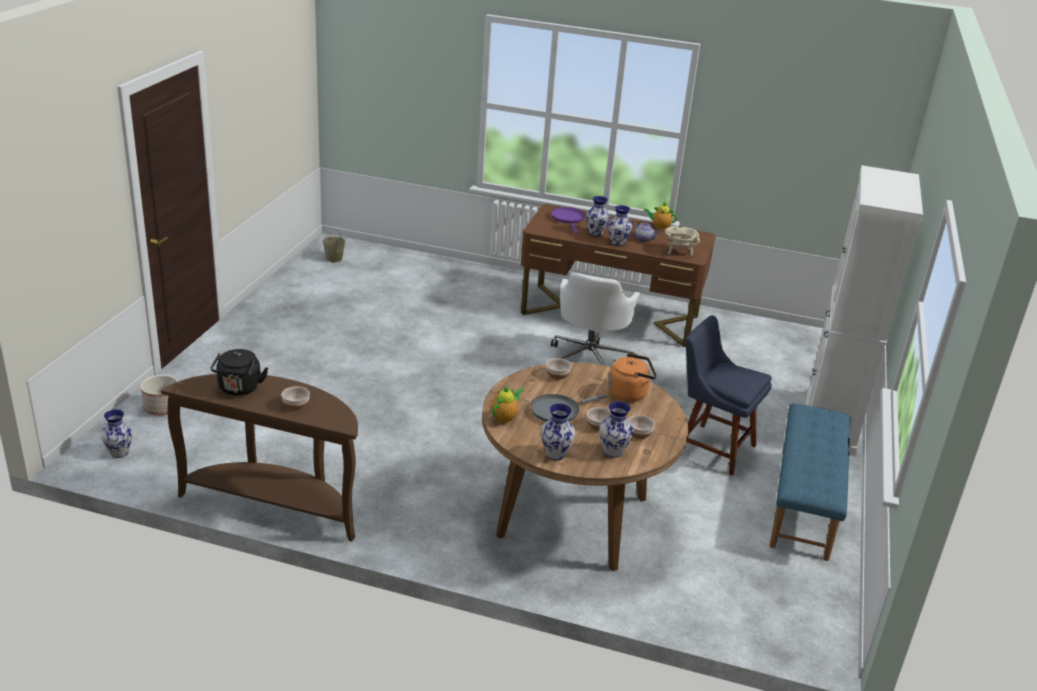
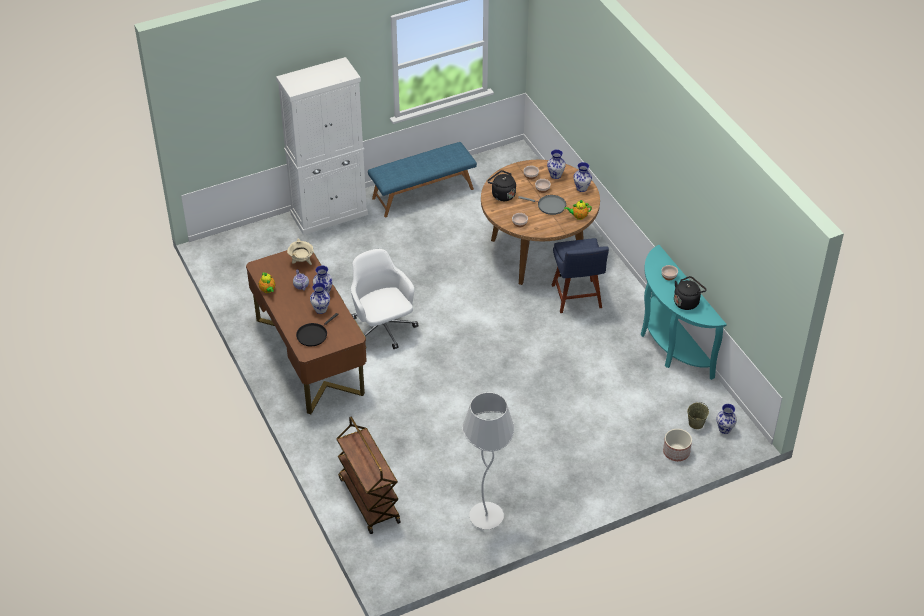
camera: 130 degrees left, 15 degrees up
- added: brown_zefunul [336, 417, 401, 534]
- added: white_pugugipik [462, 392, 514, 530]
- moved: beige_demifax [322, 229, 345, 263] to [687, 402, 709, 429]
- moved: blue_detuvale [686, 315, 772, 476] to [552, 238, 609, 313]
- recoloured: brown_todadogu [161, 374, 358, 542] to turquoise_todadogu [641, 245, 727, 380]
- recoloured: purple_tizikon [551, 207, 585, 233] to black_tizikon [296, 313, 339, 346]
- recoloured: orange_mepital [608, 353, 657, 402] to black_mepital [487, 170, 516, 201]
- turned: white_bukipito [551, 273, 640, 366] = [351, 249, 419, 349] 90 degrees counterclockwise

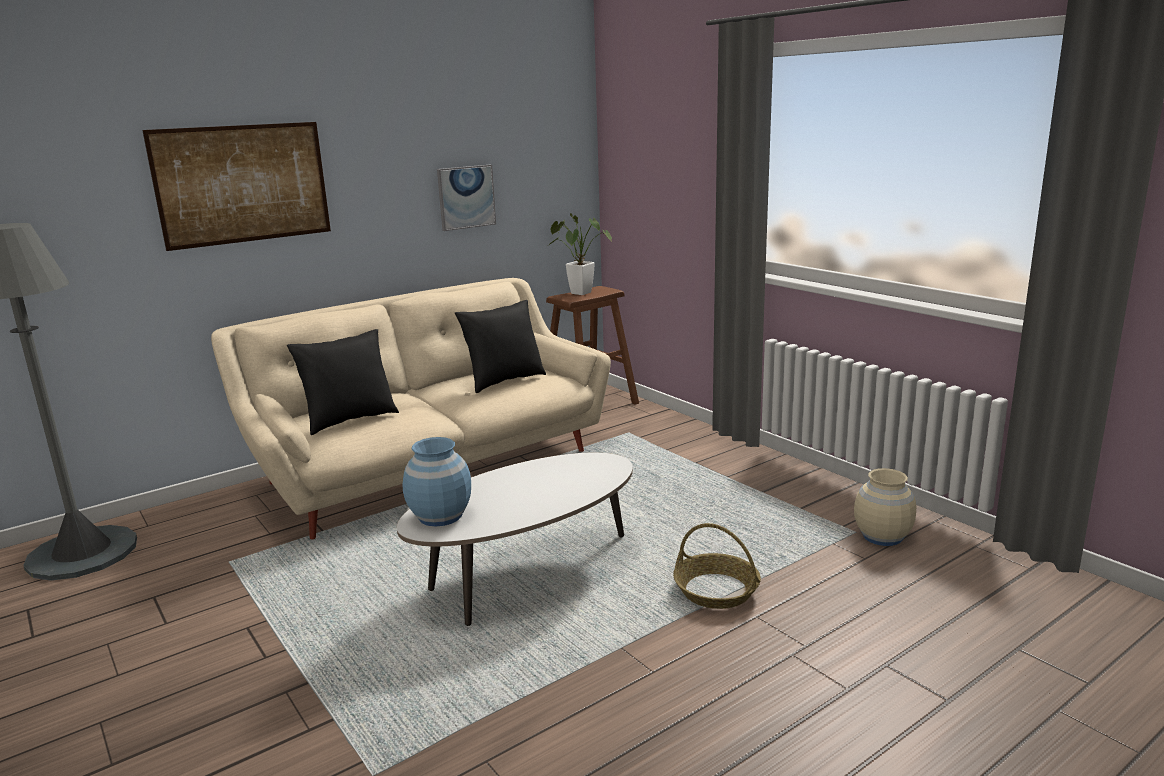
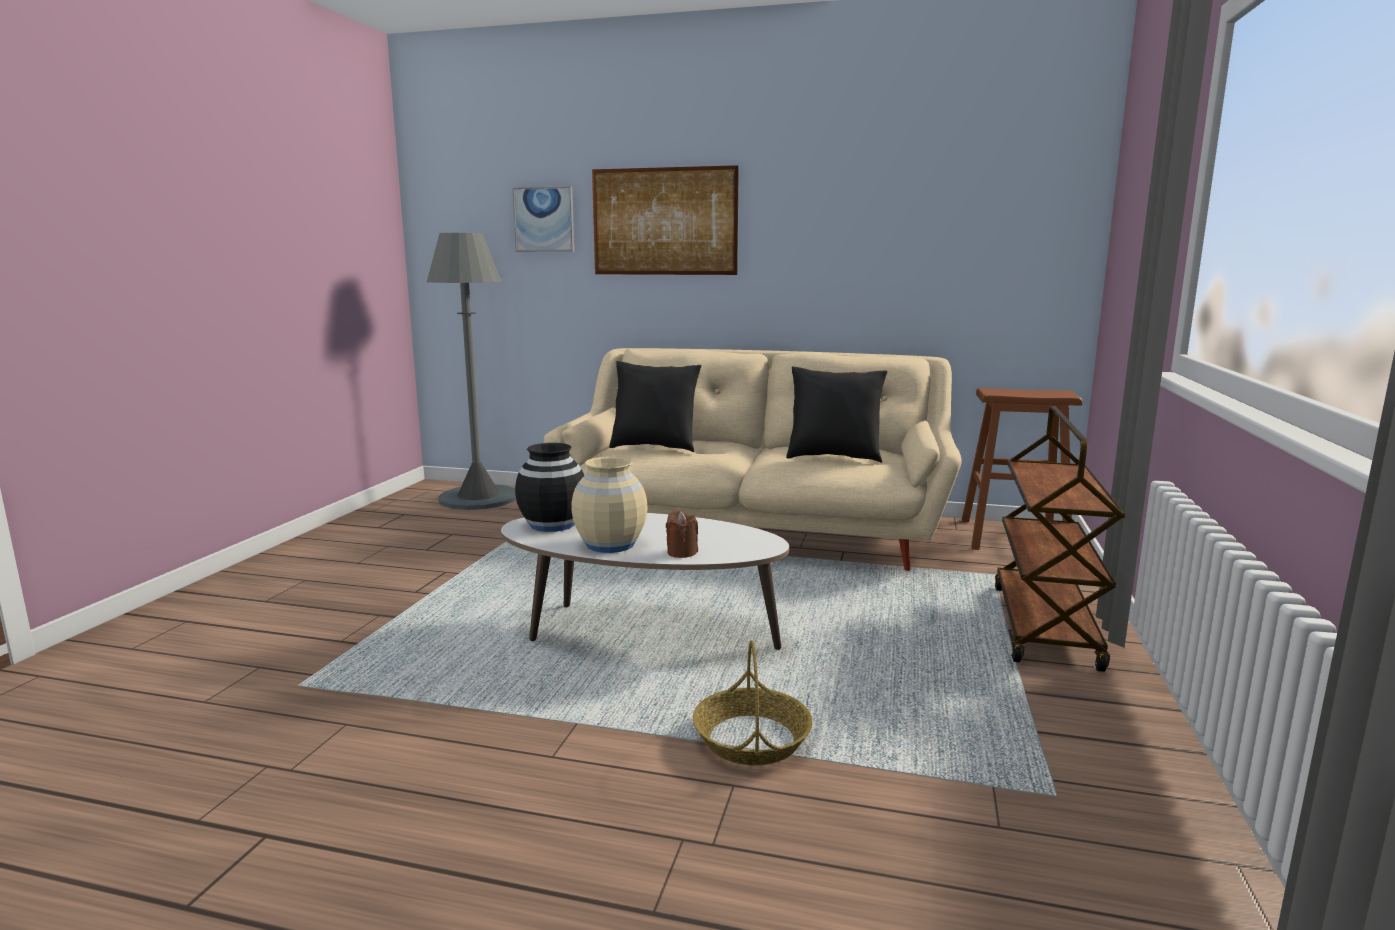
camera: 50 degrees right, 5 degrees down
- removed: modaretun [549, 213, 612, 295]
- added: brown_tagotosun [666, 511, 698, 558]
- added: brown_zefunul [995, 406, 1125, 672]
- moved: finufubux [437, 165, 496, 231] to [513, 186, 574, 252]
- moved: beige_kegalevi [854, 468, 916, 546] to [572, 456, 648, 553]
- recoloured: blue_kegalevi [402, 437, 471, 527] to black_kegalevi [515, 443, 584, 532]

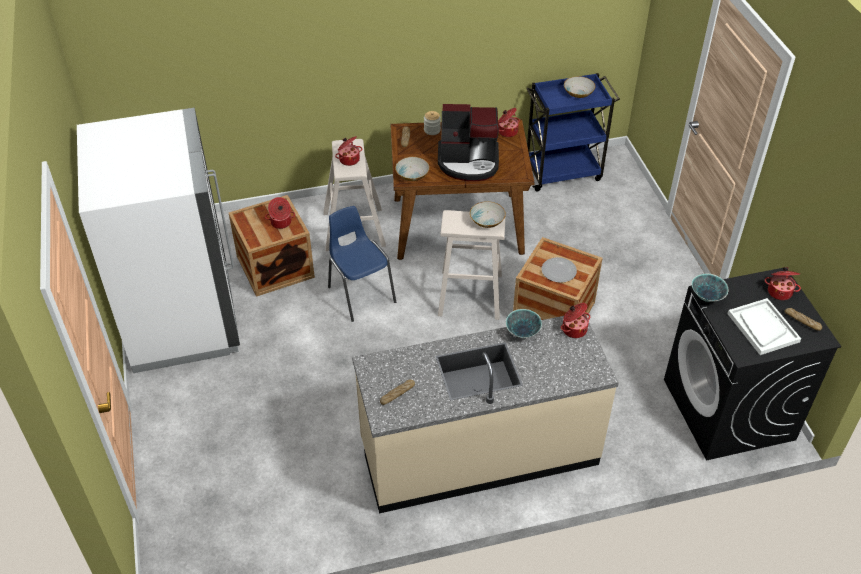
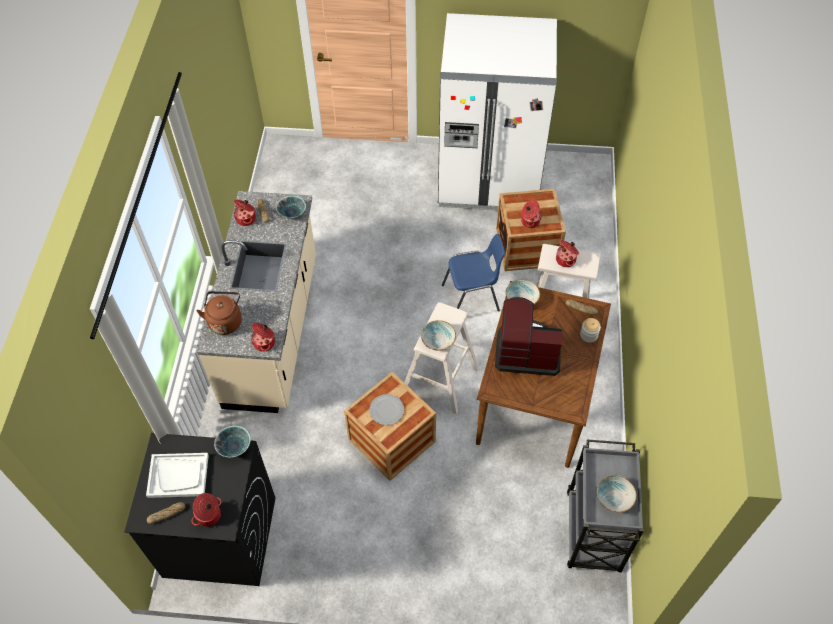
camera: 110 degrees right, 10 degrees up
- added: brown_mepital [196, 291, 242, 335]
- moved: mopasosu [498, 108, 520, 137] to [234, 200, 256, 226]
- moved: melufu [506, 309, 542, 338] to [276, 196, 306, 219]
- recoloured: blue_zefunul [526, 73, 620, 191] to grey_zefunul [567, 439, 644, 573]
- turned: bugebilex [438, 104, 499, 181] = [495, 297, 563, 376] 75 degrees clockwise

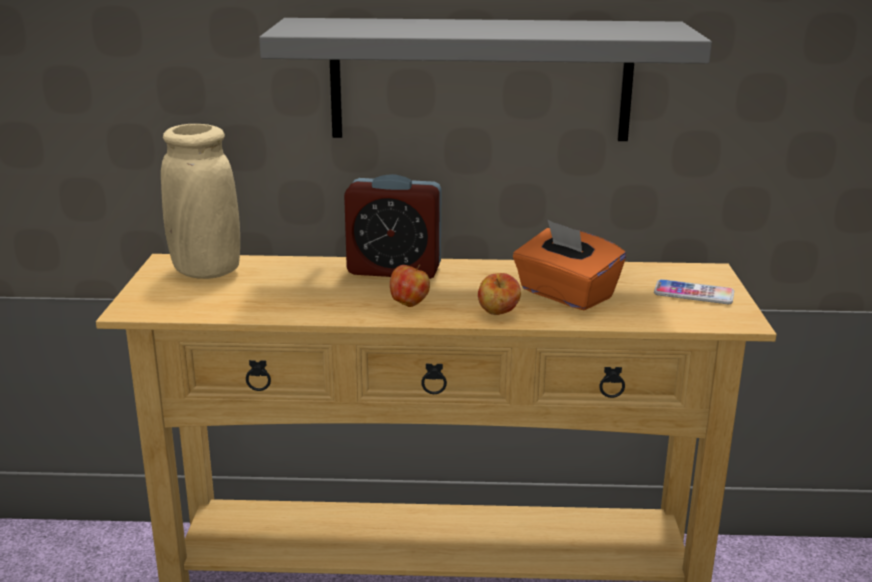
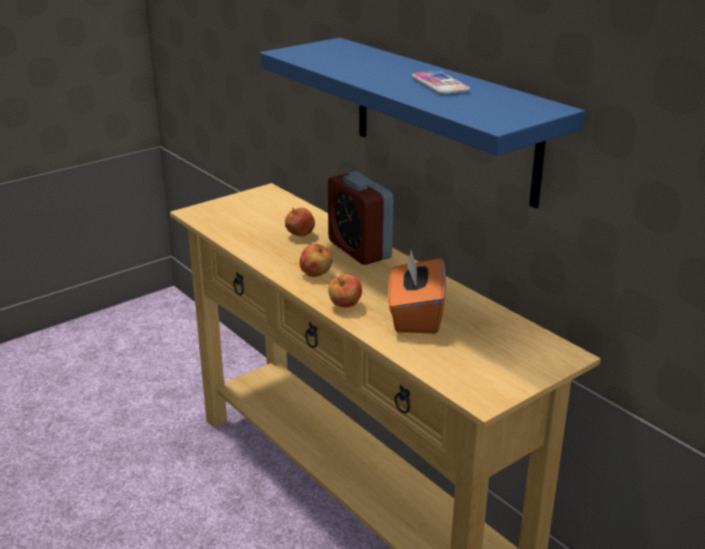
camera: 50 degrees right, 5 degrees up
- removed: beige_kegalevi [161, 124, 240, 279]
- added: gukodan [285, 208, 315, 236]
- moved: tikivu [654, 279, 734, 304] to [412, 71, 470, 95]
- recoloured: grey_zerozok [259, 18, 712, 141] to blue_zerozok [260, 38, 585, 208]

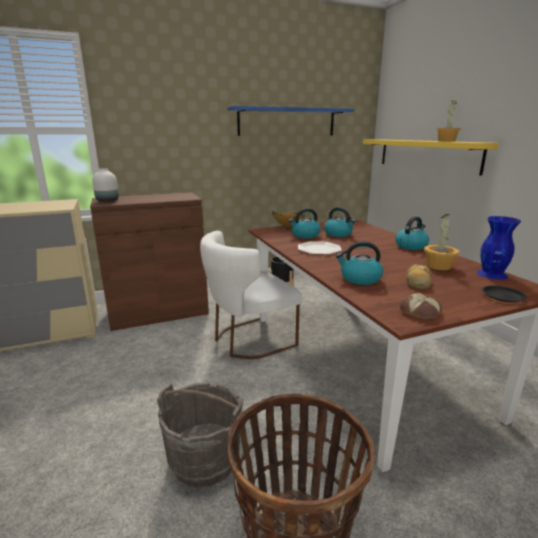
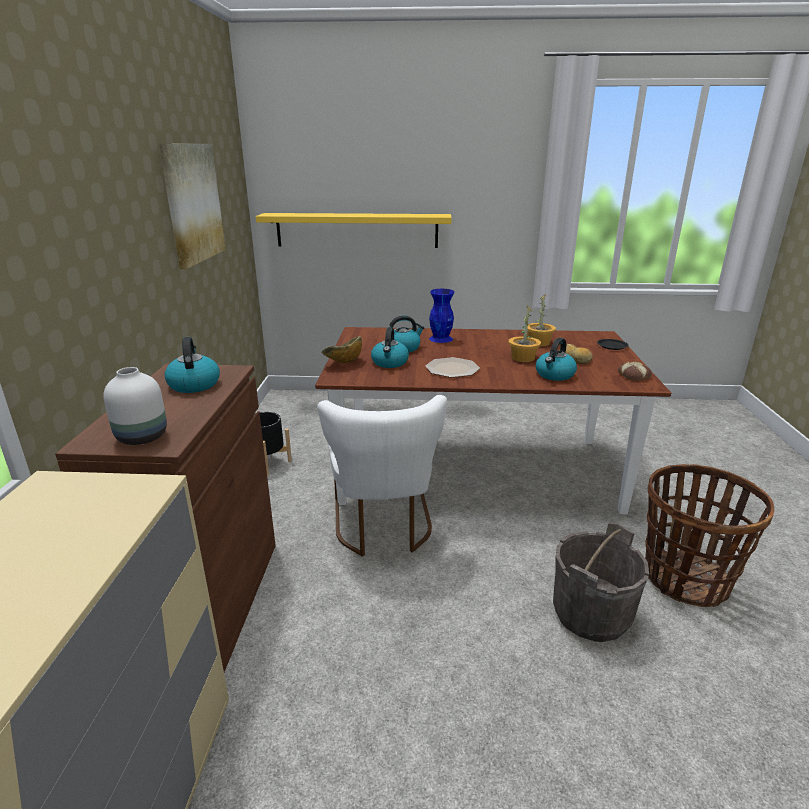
camera: 65 degrees left, 5 degrees up
- moved: mepital [395, 216, 429, 250] to [164, 337, 220, 393]
- moved: modaretun [436, 101, 461, 142] to [508, 305, 541, 362]
- moved: blue_kegalevi [476, 216, 521, 280] to [429, 289, 455, 343]
- replaced: blue_zerozok [227, 106, 354, 136] to finufubux [159, 144, 226, 269]

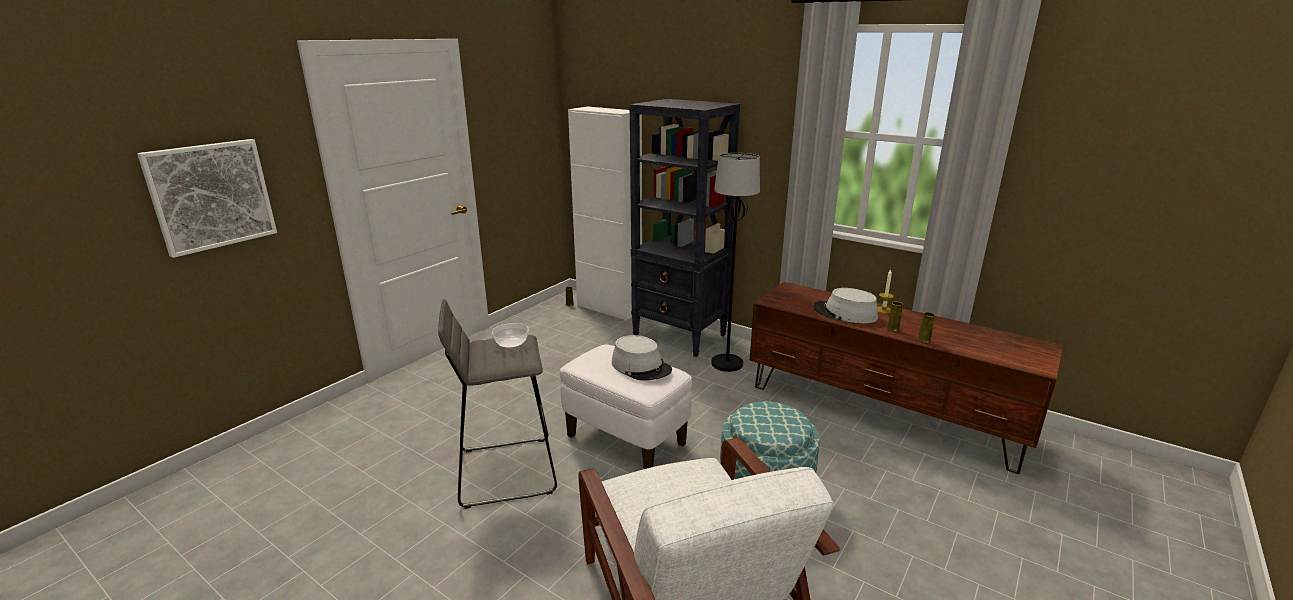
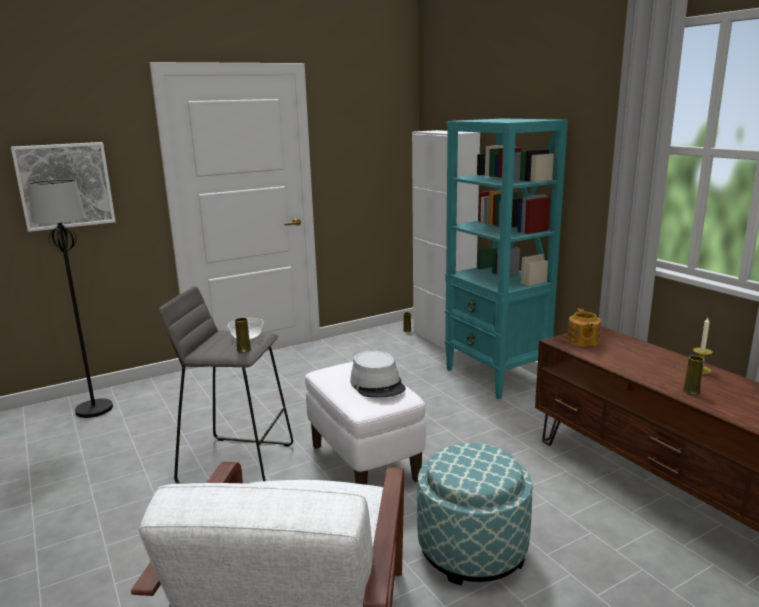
camera: 25 degrees right, 5 degrees down
- removed: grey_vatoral [813, 288, 878, 323]
- added: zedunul [567, 308, 601, 347]
- moved: black_pugugipik [711, 153, 760, 372] to [28, 179, 113, 418]
- moved: yellow_kegalevi [918, 312, 935, 343] to [235, 318, 251, 353]
- recoloured: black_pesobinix [629, 99, 740, 357] to turquoise_pesobinix [445, 118, 568, 399]

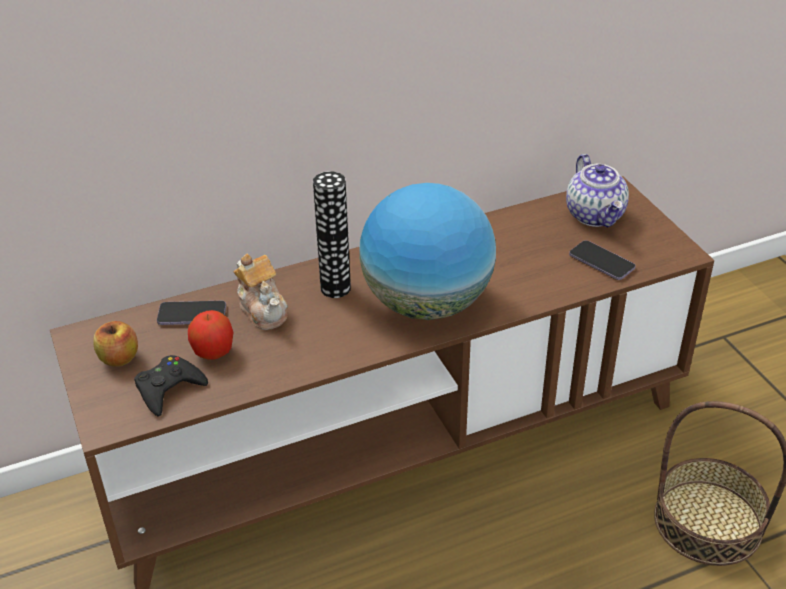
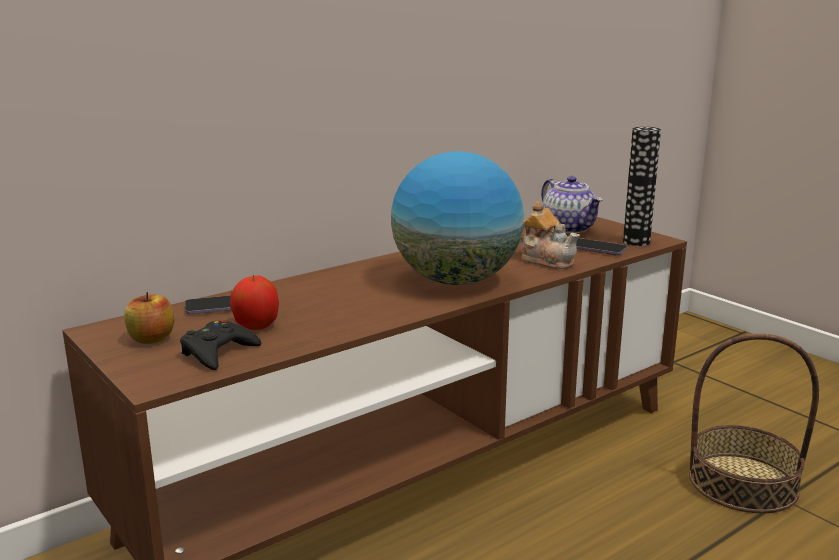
camera: 15 degrees left, 20 degrees down
- moved: zedunul [233, 254, 288, 330] to [519, 201, 580, 269]
- moved: kegalevi [313, 171, 351, 298] to [623, 127, 661, 246]

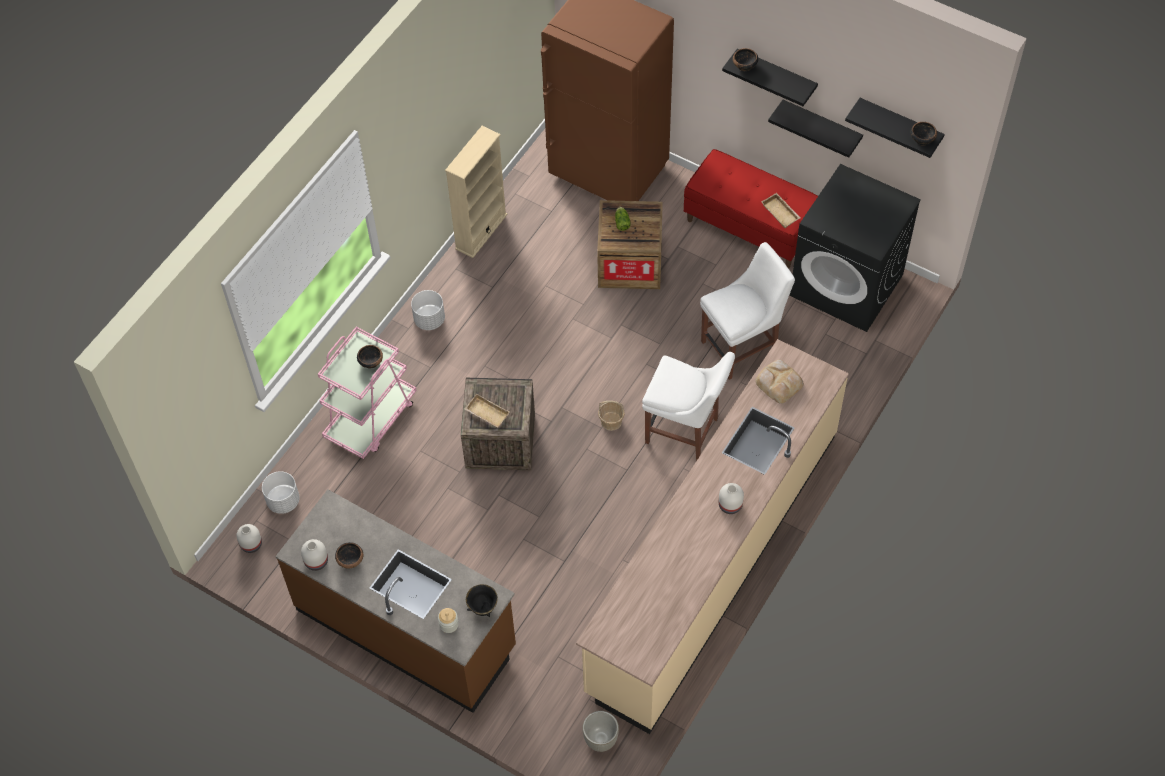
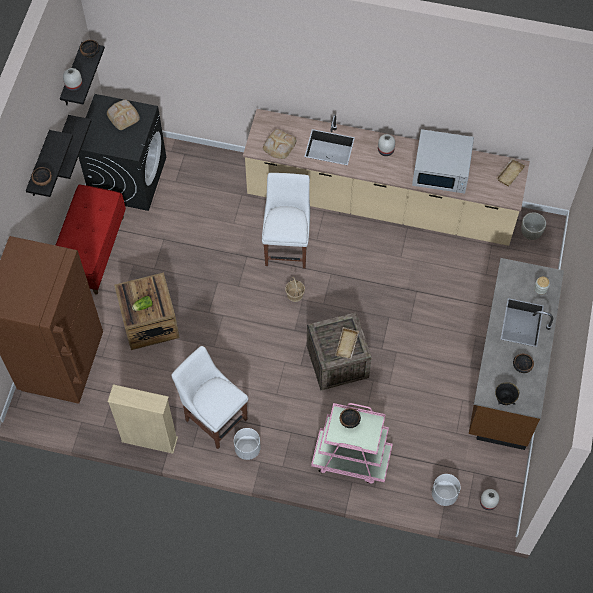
camera: 110 degrees left, 5 degrees up
- added: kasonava [107, 100, 140, 130]
- added: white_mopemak [412, 129, 474, 193]
- moved: white_kegalevi [301, 539, 328, 571] to [63, 68, 83, 92]
- moved: black_melufu [466, 584, 498, 617] to [495, 382, 520, 405]
- moved: white_detuvale [700, 242, 795, 380] to [171, 346, 248, 449]
- moved: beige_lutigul [761, 193, 800, 228] to [496, 158, 526, 186]

